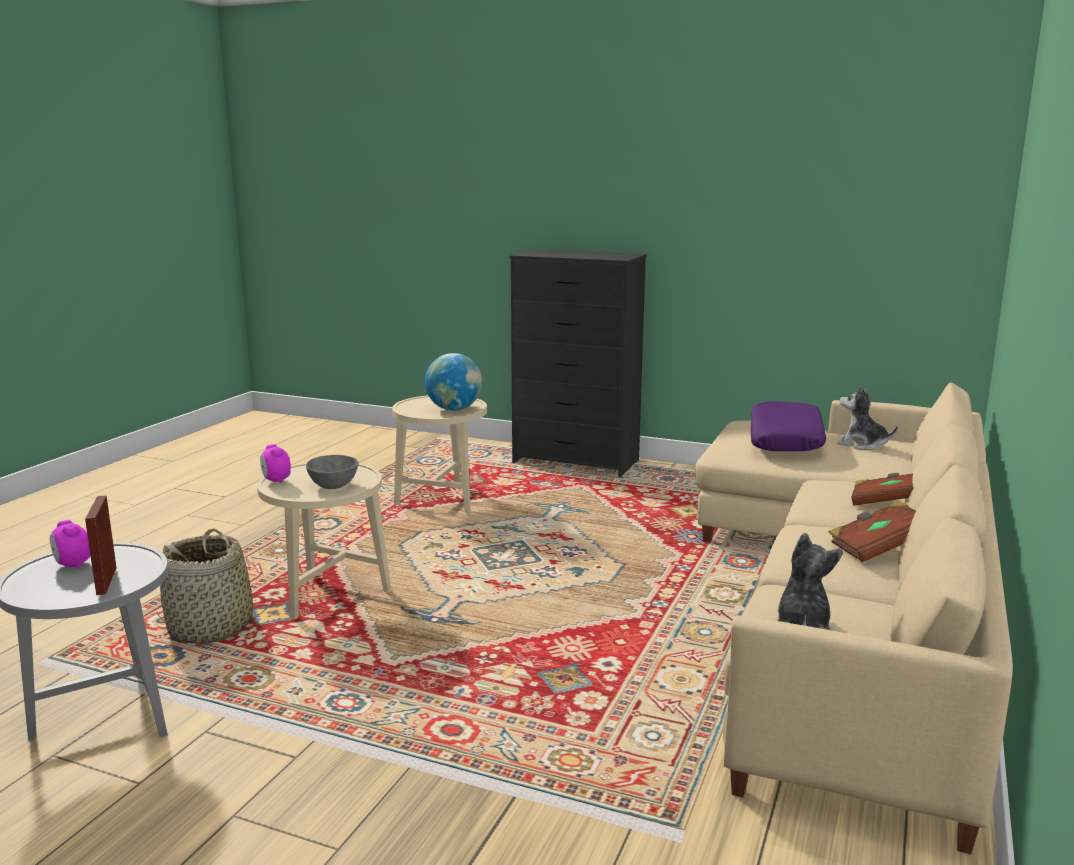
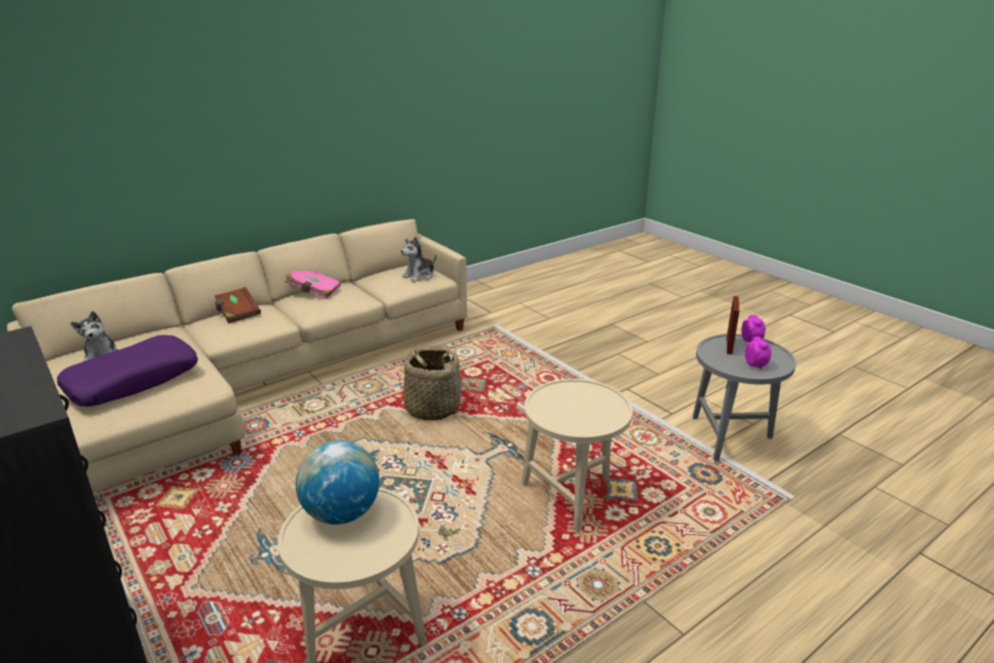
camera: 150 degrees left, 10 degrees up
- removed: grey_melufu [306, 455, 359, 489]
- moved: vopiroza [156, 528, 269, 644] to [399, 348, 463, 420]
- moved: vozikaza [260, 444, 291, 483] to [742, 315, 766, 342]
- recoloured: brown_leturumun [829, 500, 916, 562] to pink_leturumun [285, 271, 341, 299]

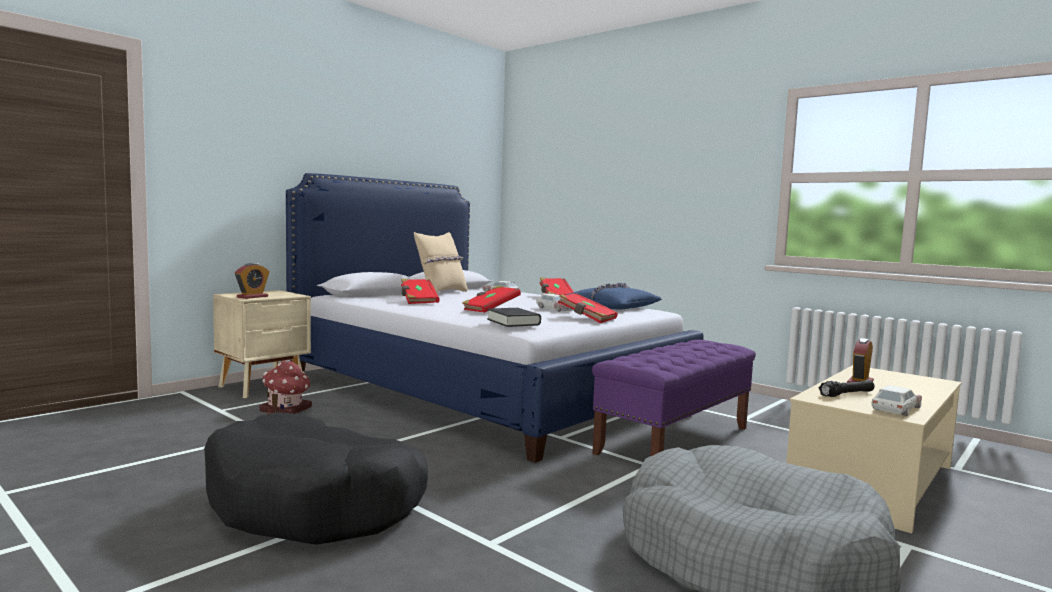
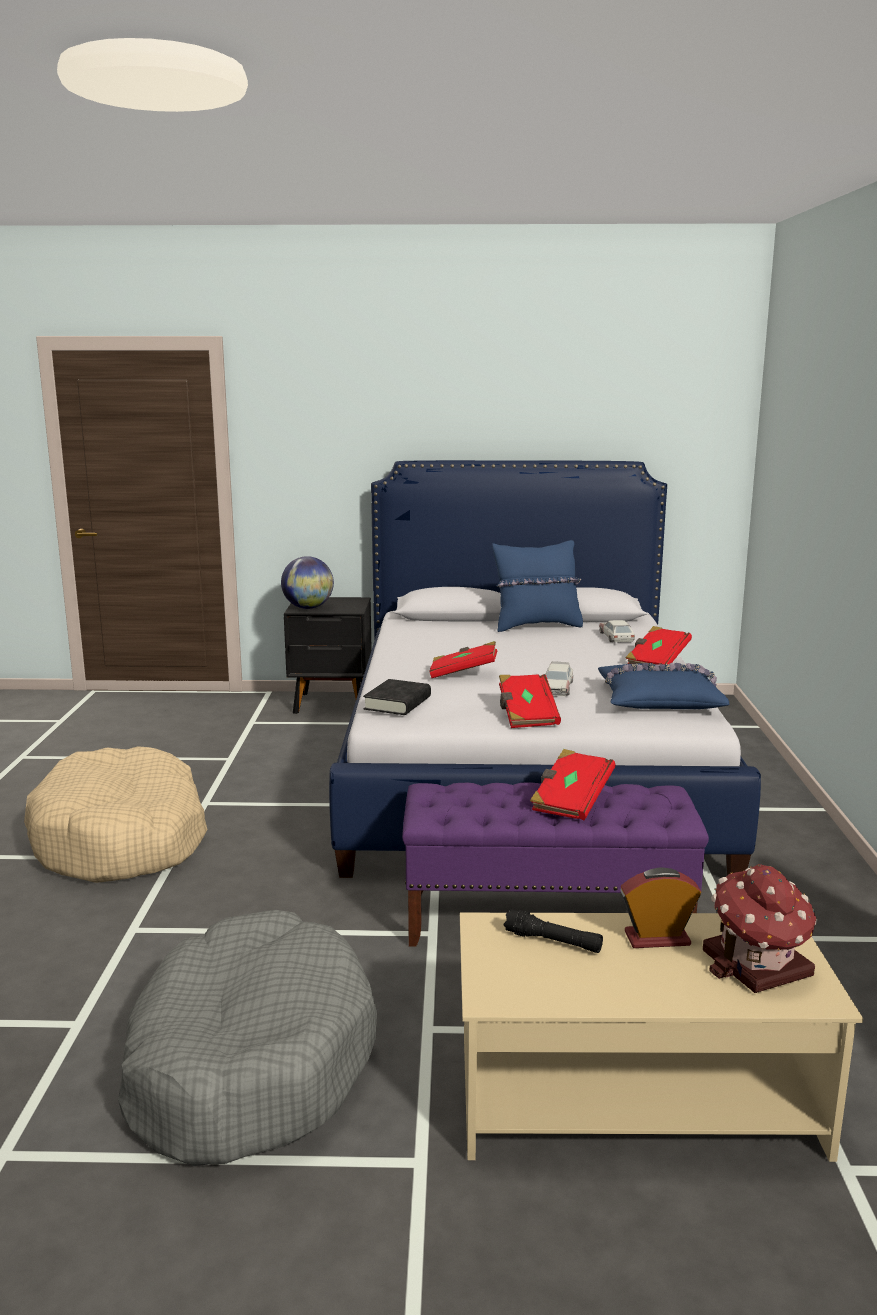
camera: 50 degrees right, 10 degrees up
- removed: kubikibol [872, 385, 922, 416]
- moved: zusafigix [259, 361, 312, 414] to [703, 864, 817, 993]
- moved: red_leturumun [401, 279, 440, 304] to [530, 749, 615, 820]
- replaced: vozikaza [235, 263, 269, 299] to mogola [281, 556, 334, 609]
- recoloured: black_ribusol [204, 412, 428, 545] to beige_ribusol [24, 746, 208, 883]
- recoloured: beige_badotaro [213, 290, 311, 398] to black_badotaro [284, 597, 372, 714]
- recoloured: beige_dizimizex [414, 232, 468, 293] to blue_dizimizex [492, 540, 583, 632]

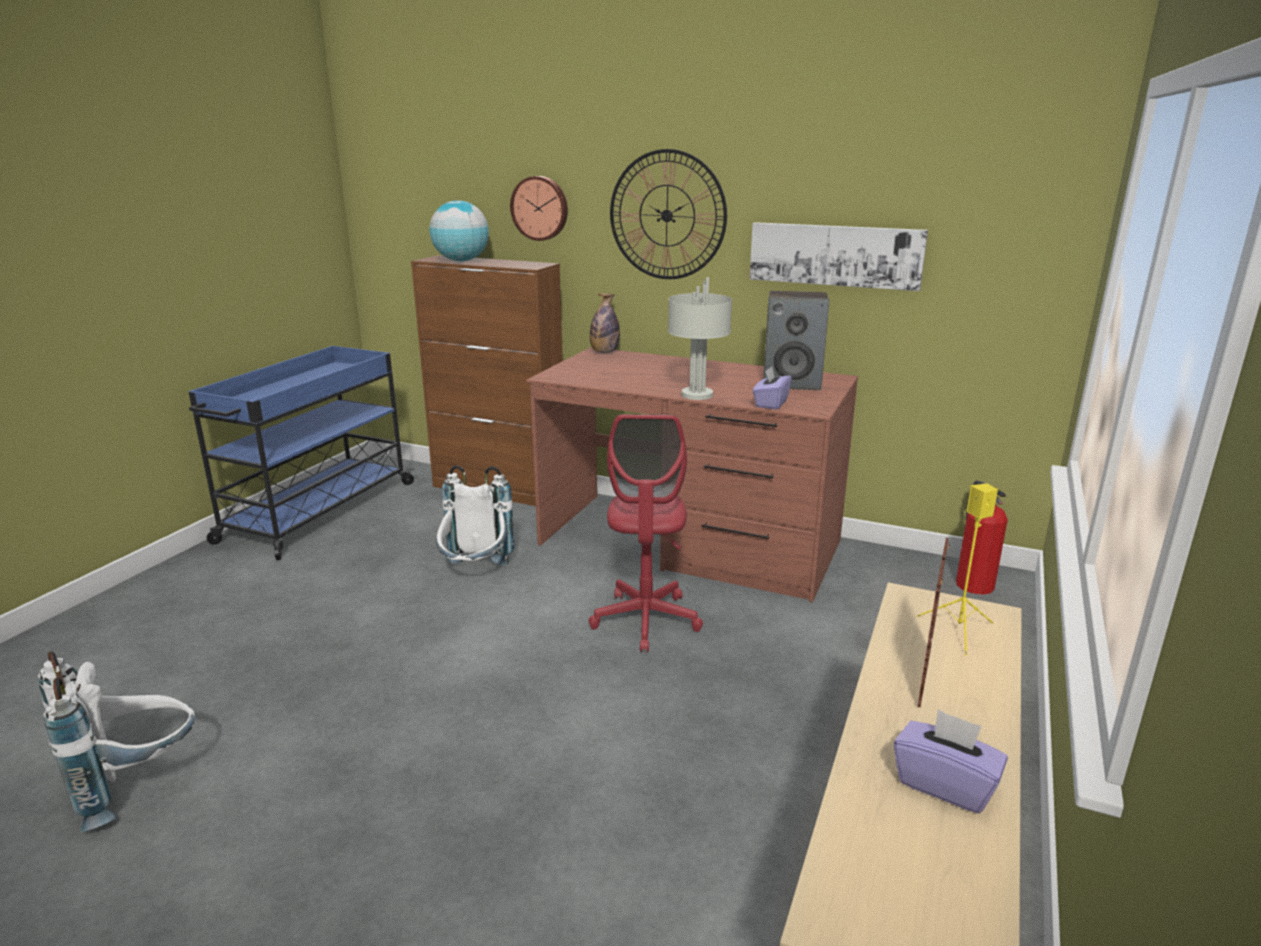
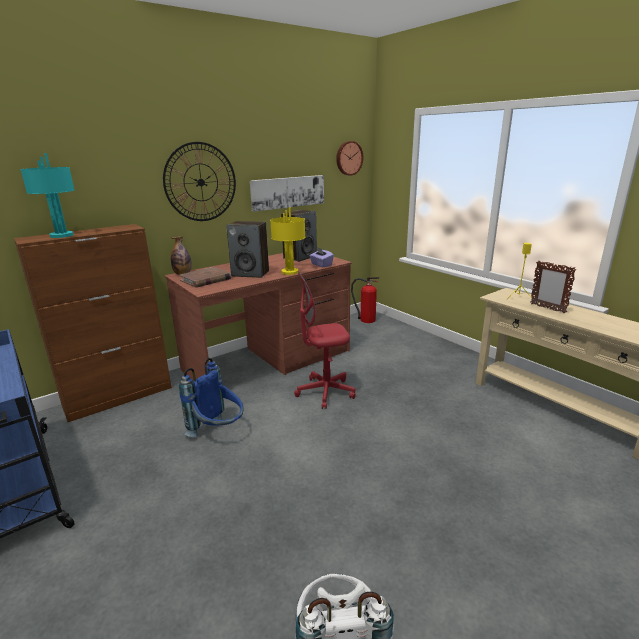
camera: 60 degrees left, 0 degrees up
- removed: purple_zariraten [894, 709, 1008, 813]
- added: brown_leturumun [179, 267, 232, 288]
- added: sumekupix [226, 221, 269, 278]
- moved: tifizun [510, 176, 568, 241] to [336, 141, 363, 176]
- replaced: mogola [430, 200, 489, 261] to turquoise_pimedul [20, 153, 75, 238]
- recoloured: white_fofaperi [436, 465, 515, 566] to blue_fofaperi [179, 358, 244, 437]
- recoloured: grey_pimedul [668, 277, 732, 400] to yellow_pimedul [270, 207, 305, 275]
- turned: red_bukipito [589, 414, 703, 652] = [294, 271, 356, 409] 135 degrees clockwise

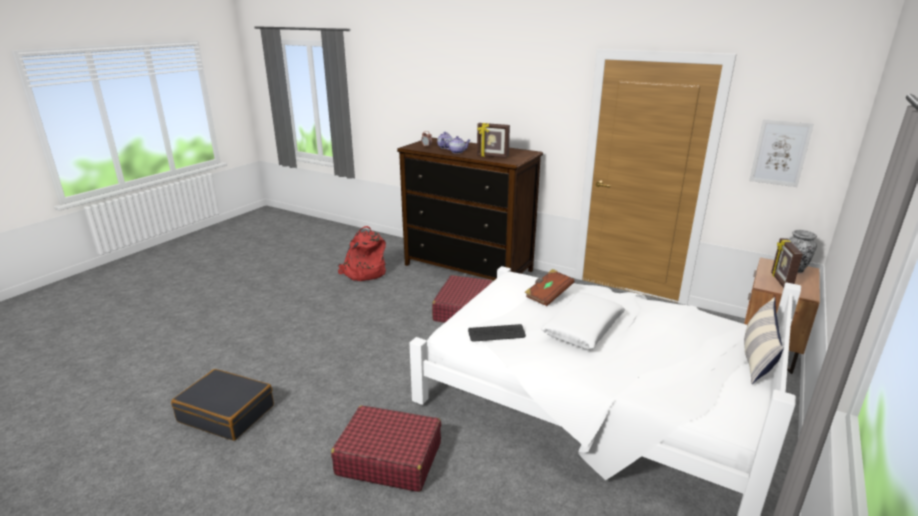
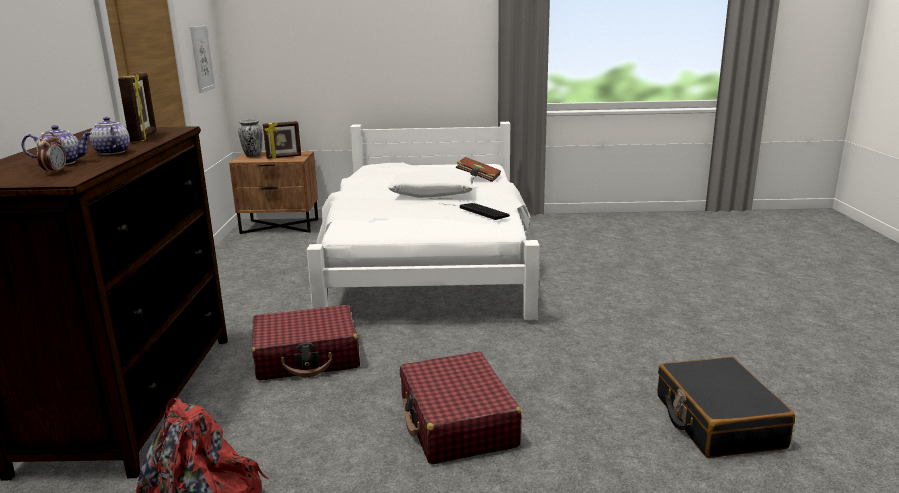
camera: 120 degrees left, 5 degrees down
- removed: dizimizex [744, 297, 784, 384]
- moved: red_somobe [331, 406, 441, 492] to [400, 352, 522, 465]
- moved: brown_leturumun [525, 269, 575, 306] to [456, 157, 501, 182]

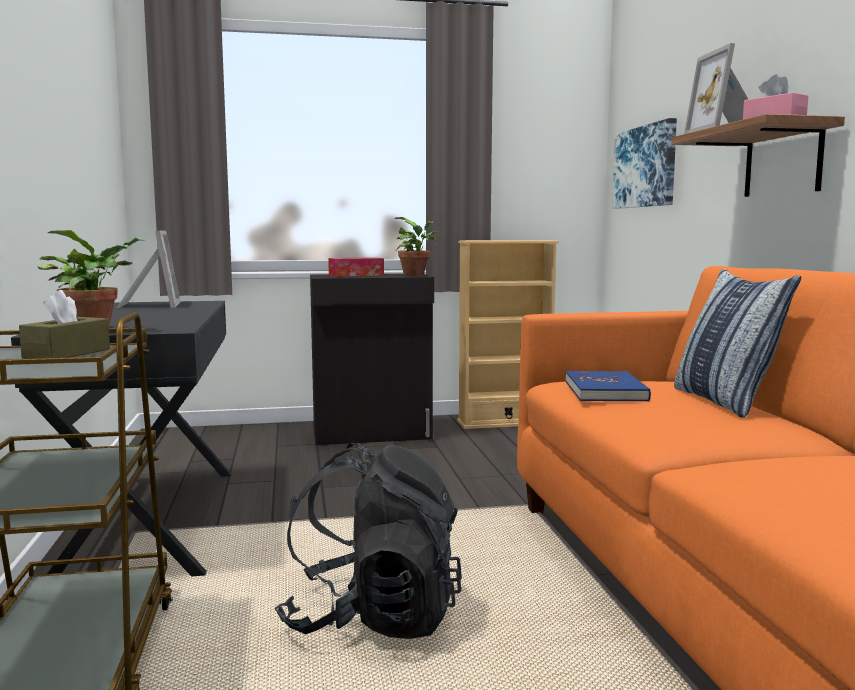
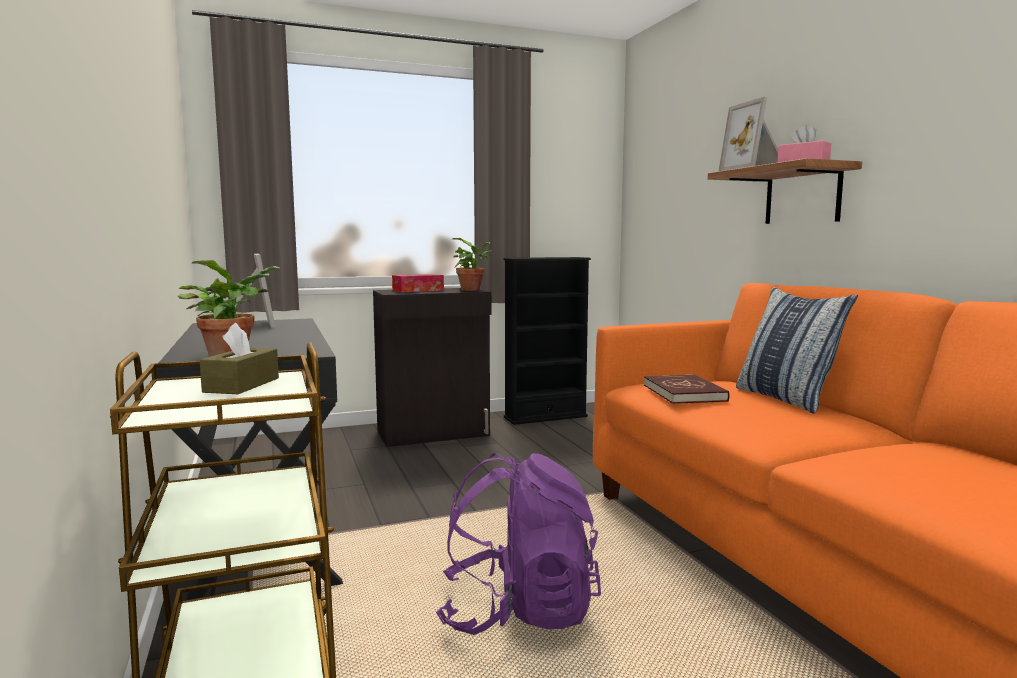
camera: 10 degrees left, 0 degrees up
- removed: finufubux [612, 118, 677, 209]
- recoloured: black_fofaperi [275, 443, 462, 639] to purple_fofaperi [436, 453, 601, 635]
- recoloured: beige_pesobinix [457, 240, 559, 429] to black_pesobinix [504, 257, 591, 425]
- recoloured: blue_leturumun [565, 371, 651, 402] to red_leturumun [644, 374, 729, 404]

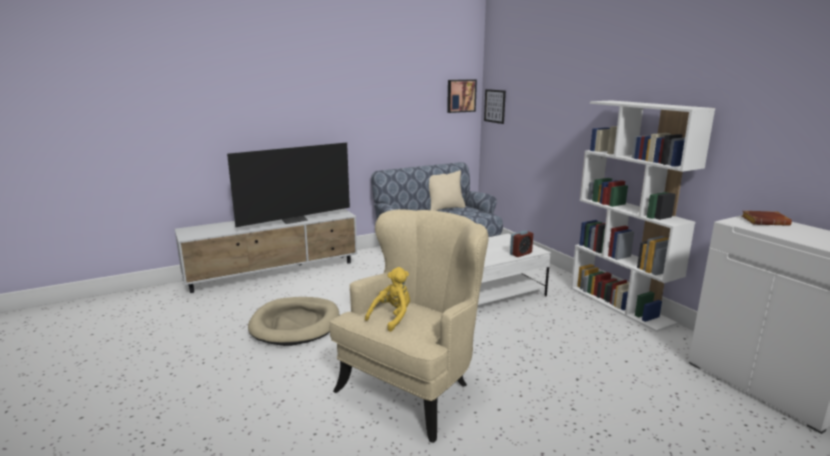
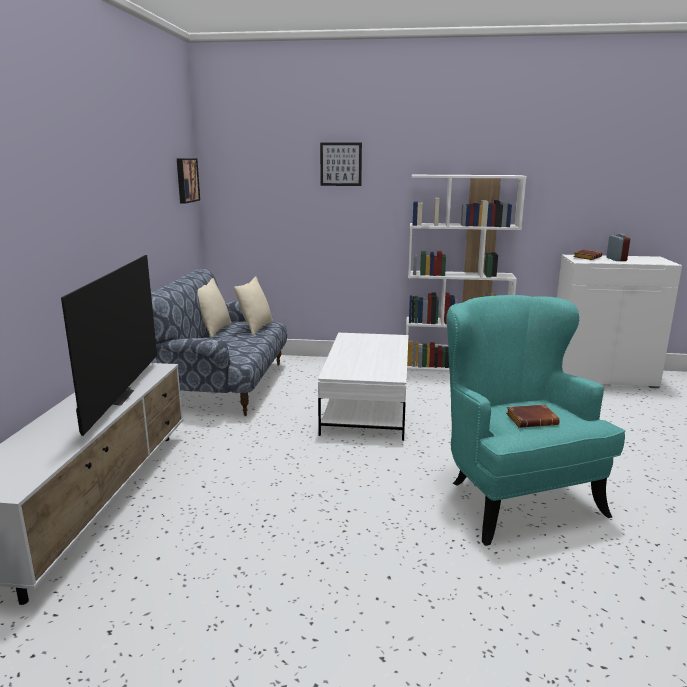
camera: 55 degrees left, 0 degrees up
- removed: beige_ribusol [248, 297, 339, 346]
- added: beige_dizimizex [234, 276, 273, 335]
- moved: finufubux [484, 89, 506, 124] to [320, 143, 362, 186]
- moved: vozikaza [510, 230, 533, 257] to [606, 234, 630, 261]
- replaced: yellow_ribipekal [365, 267, 410, 332] to brown_leturumun [506, 404, 560, 428]
- recoloured: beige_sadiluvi [329, 209, 489, 443] to turquoise_sadiluvi [446, 295, 625, 546]

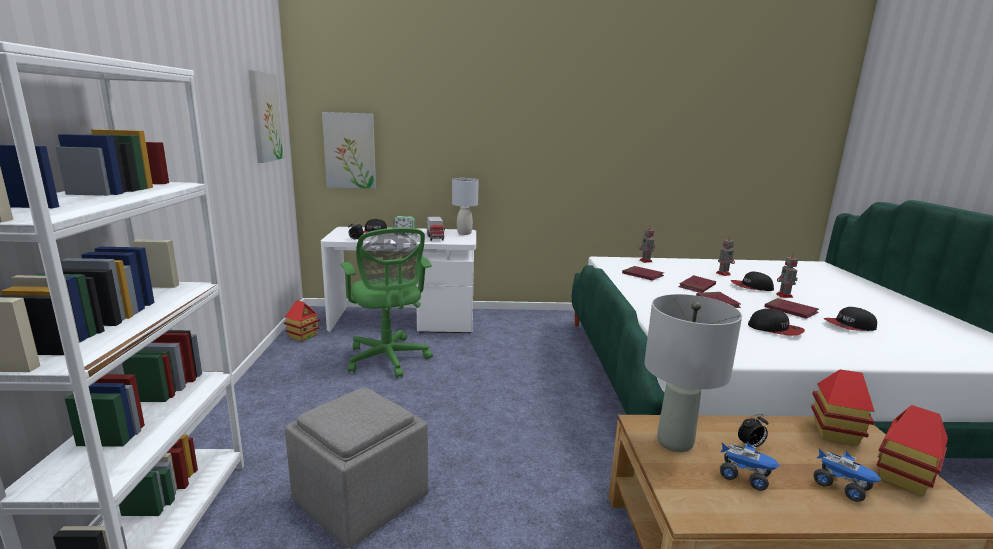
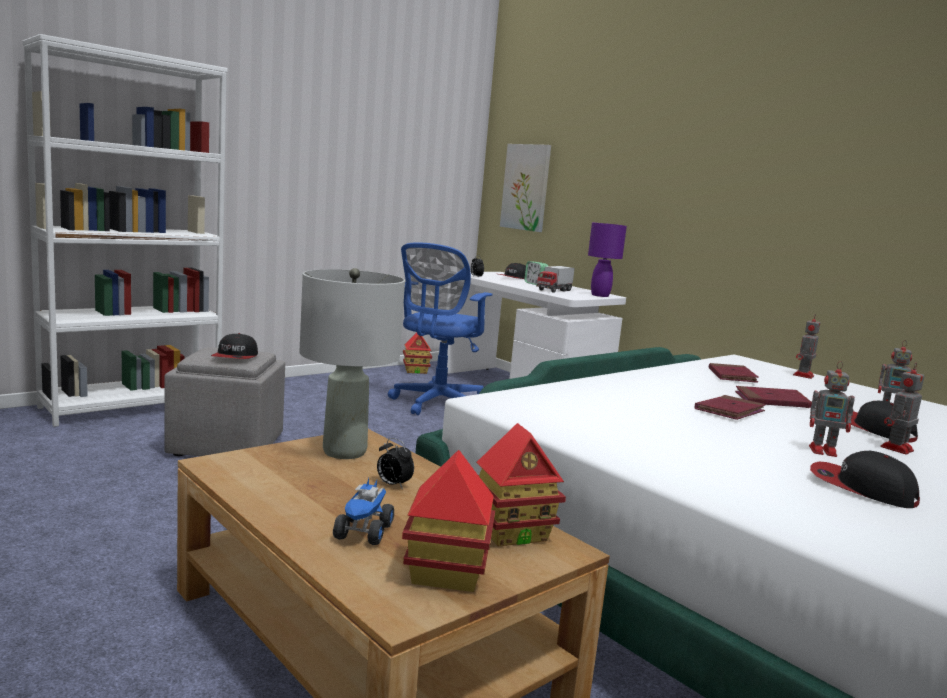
camera: 50 degrees right, 5 degrees down
- removed: finufubux [248, 70, 284, 163]
- removed: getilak [720, 442, 780, 491]
- moved: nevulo [748, 309, 805, 336] to [211, 333, 258, 359]
- replaced: red_leturumun [765, 298, 819, 319] to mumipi [809, 361, 855, 457]
- recoloured: green_bukipito [341, 228, 433, 378] to blue_bukipito [388, 242, 492, 415]
- recoloured: grey_pimedul [452, 178, 479, 235] to purple_pimedul [588, 223, 627, 297]

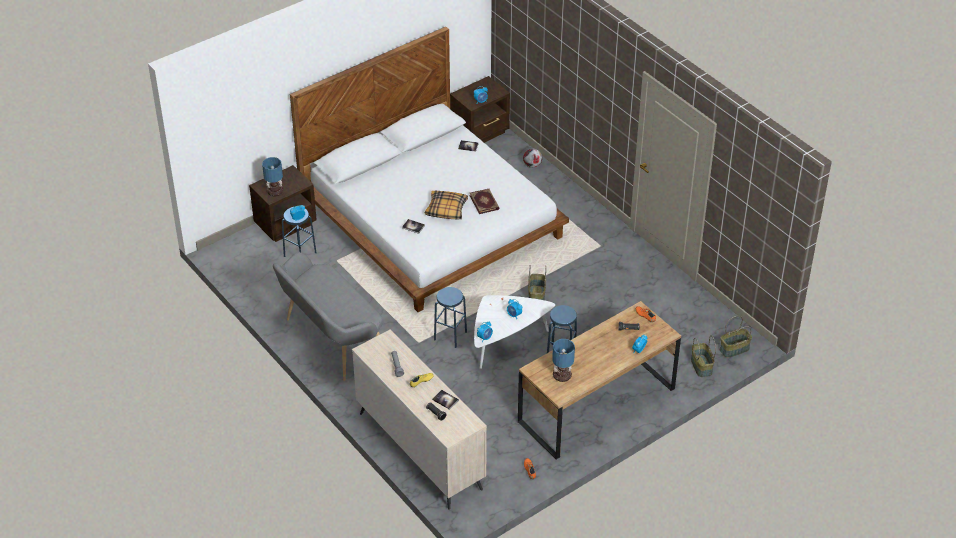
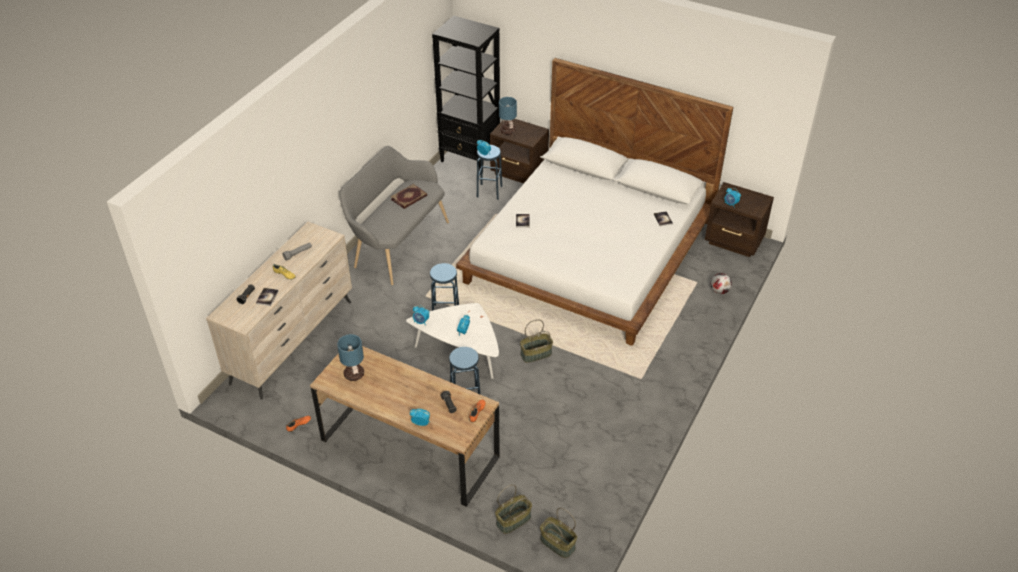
camera: 65 degrees right, 0 degrees up
- removed: dizimizex [425, 191, 468, 220]
- added: black_pesobinix [432, 16, 500, 175]
- moved: leturumun [469, 189, 500, 214] to [391, 184, 427, 209]

